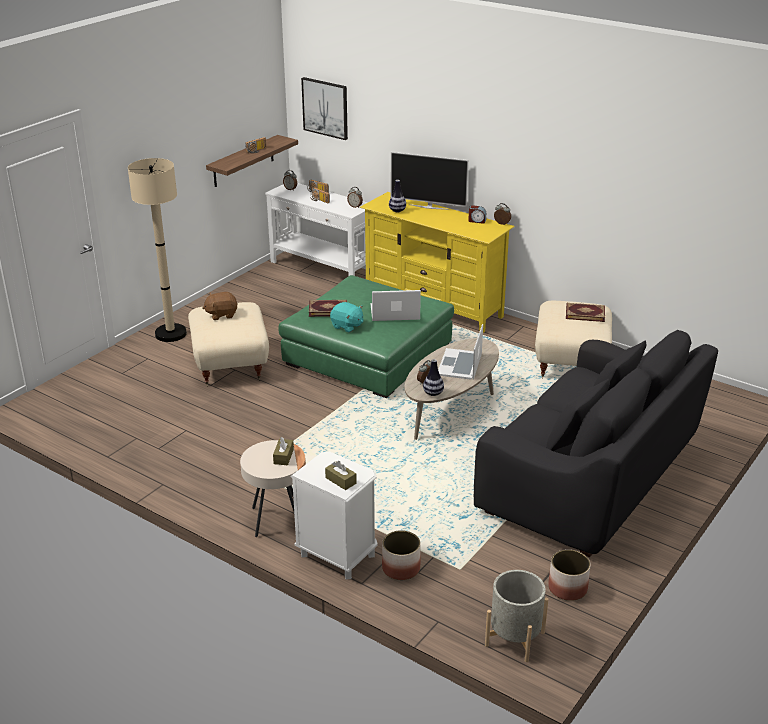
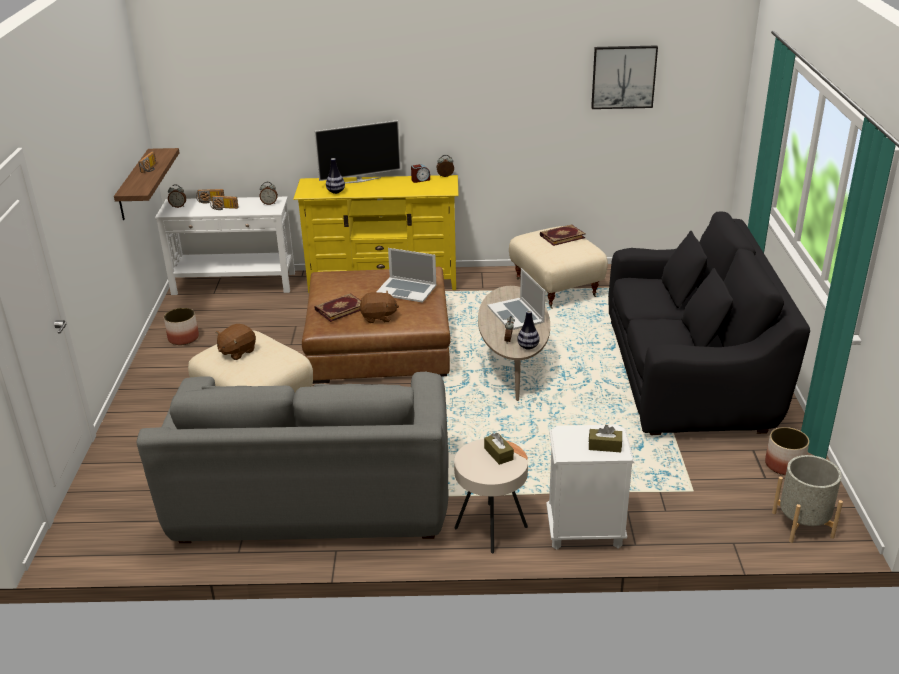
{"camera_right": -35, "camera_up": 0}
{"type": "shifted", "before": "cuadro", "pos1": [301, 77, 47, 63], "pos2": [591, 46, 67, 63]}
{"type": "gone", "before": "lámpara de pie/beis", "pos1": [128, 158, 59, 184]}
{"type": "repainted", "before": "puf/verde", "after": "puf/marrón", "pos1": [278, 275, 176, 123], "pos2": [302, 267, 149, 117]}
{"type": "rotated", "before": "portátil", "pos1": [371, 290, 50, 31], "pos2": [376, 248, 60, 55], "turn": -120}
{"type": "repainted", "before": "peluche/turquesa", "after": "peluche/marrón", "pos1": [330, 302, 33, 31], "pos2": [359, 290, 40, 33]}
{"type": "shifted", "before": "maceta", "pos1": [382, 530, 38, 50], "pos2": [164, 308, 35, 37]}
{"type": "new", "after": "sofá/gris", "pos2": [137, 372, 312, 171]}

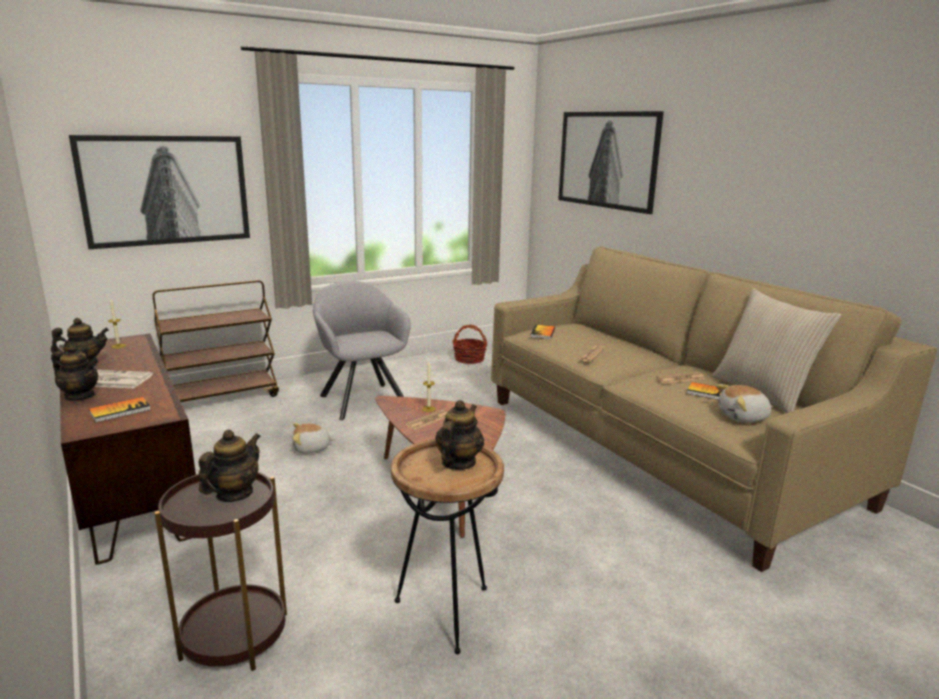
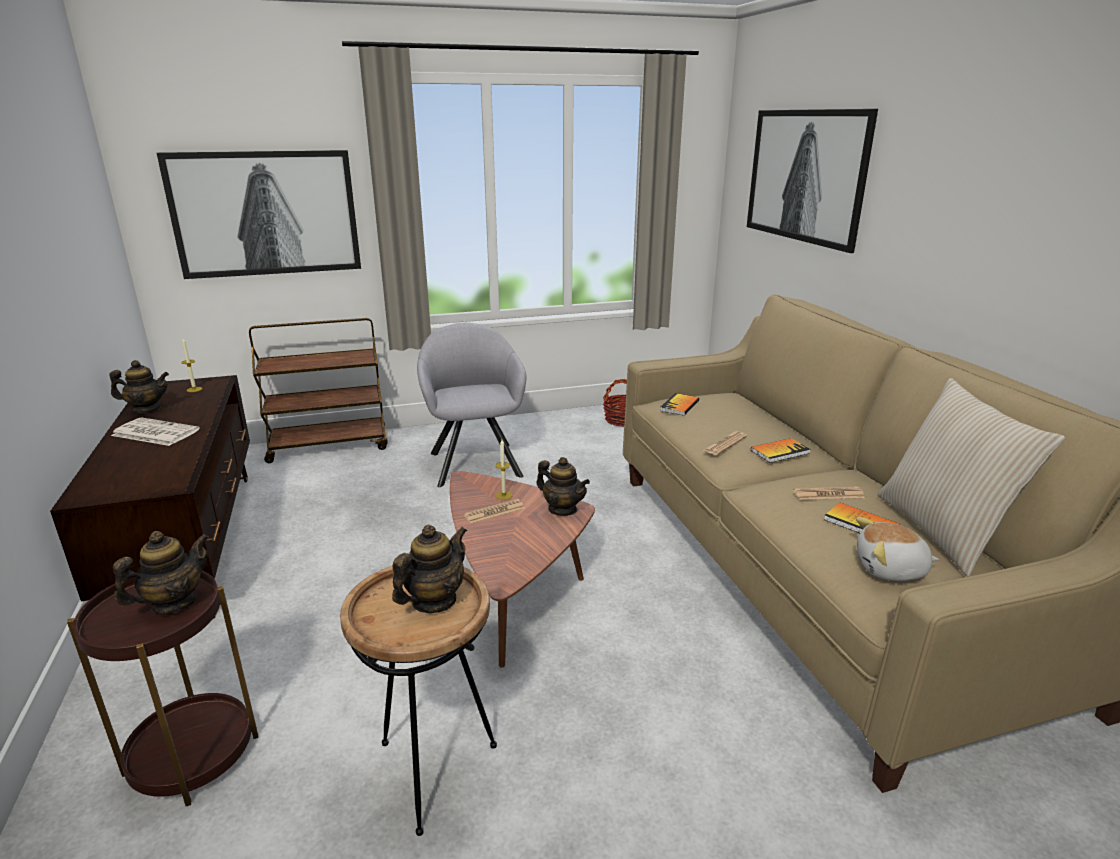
{"camera_right": 15, "camera_up": 5}
{"type": "shifted", "before": "tetera", "pos1": [51, 345, 47, 55], "pos2": [537, 457, 53, 59]}
{"type": "shifted", "before": "libro", "pos1": [89, 397, 62, 26], "pos2": [751, 438, 60, 25]}
{"type": "gone", "before": "peluche", "pos1": [292, 423, 43, 31]}

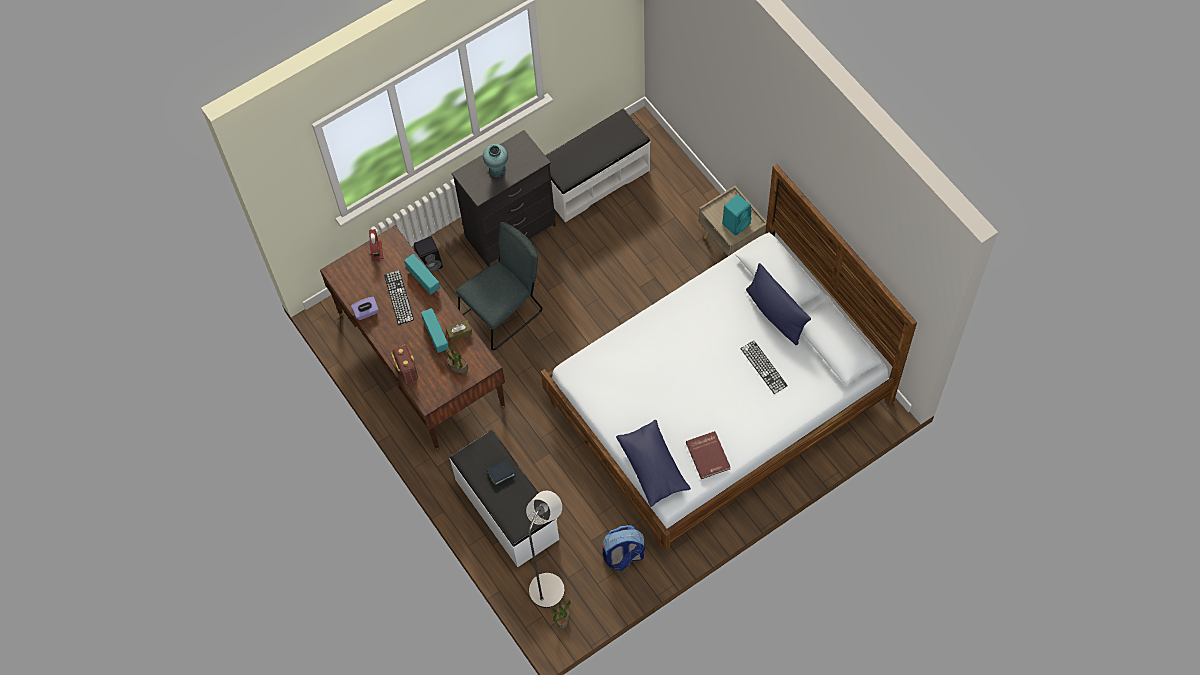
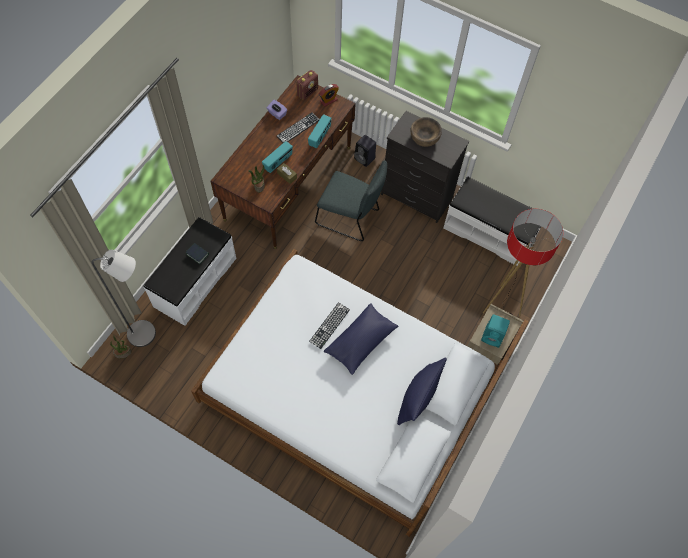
{"camera_right": 60, "camera_up": 0}
{"type": "swapped", "before": "florero/turquesa", "after": "cuenco/marrón", "pos1": [483, 144, 25, 33], "pos2": [411, 117, 31, 30]}
{"type": "shifted", "before": "teclado", "pos1": [740, 341, 48, 53], "pos2": [309, 302, 41, 47]}
{"type": "shifted", "before": "radio", "pos1": [391, 345, 27, 38], "pos2": [296, 70, 22, 30]}
{"type": "shifted", "before": "cojín/azul", "pos1": [616, 420, 75, 87], "pos2": [324, 303, 74, 72]}
{"type": "gone", "before": "libro/rojo", "pos1": [686, 431, 44, 48]}
{"type": "gone", "before": "mochila", "pos1": [602, 525, 43, 46]}
{"type": "new", "after": "lámpara de pie", "pos2": [483, 209, 80, 107]}

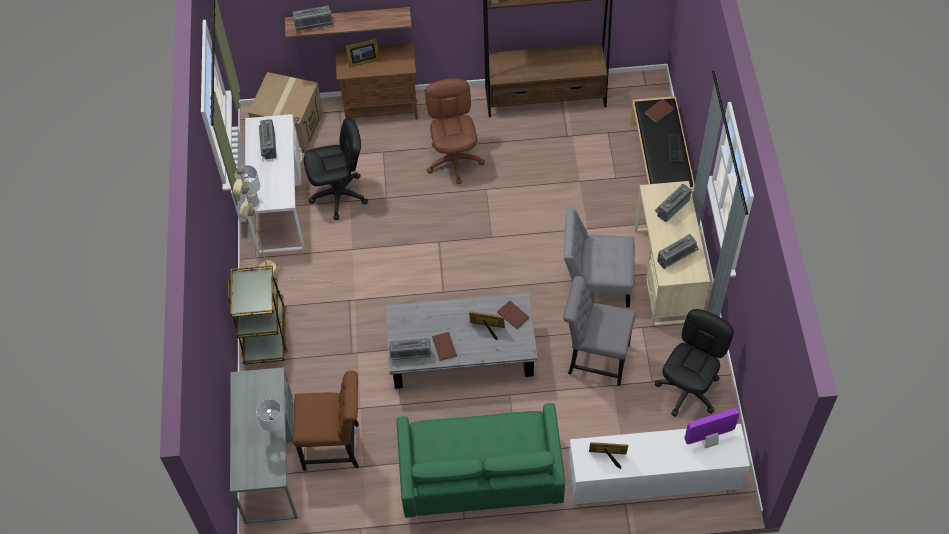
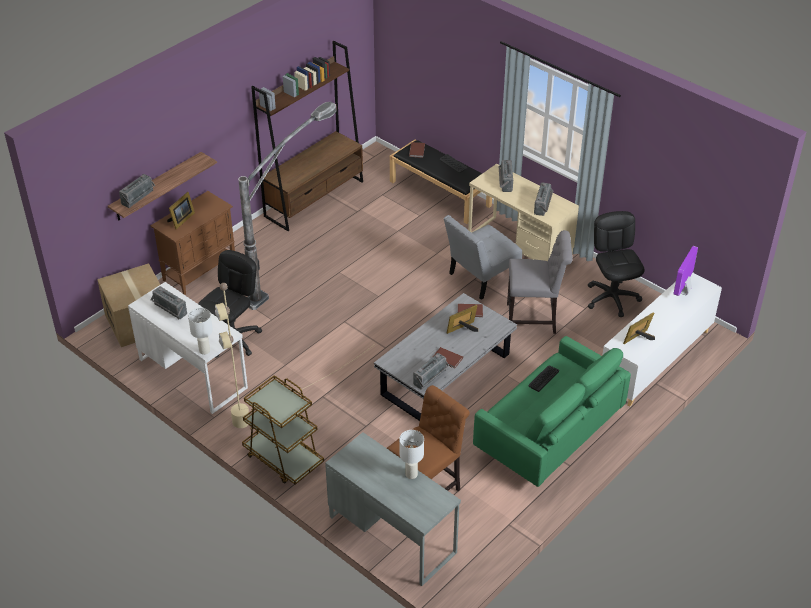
{"camera_right": -45, "camera_up": -15}
{"type": "swapped", "before": "silla de oficina/marrón", "after": "lámpara de pie", "pos1": [425, 78, 60, 106], "pos2": [238, 102, 99, 208]}
{"type": "rotated", "before": "silla/gris", "pos1": [563, 276, 73, 110], "pos2": [507, 230, 66, 104], "turn": -150}
{"type": "new", "after": "teclado", "pos2": [528, 366, 31, 26]}

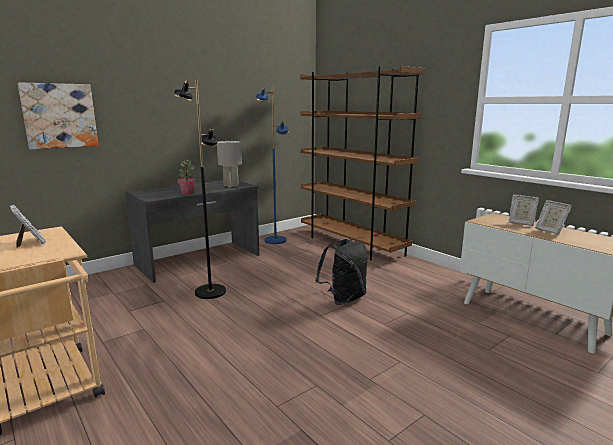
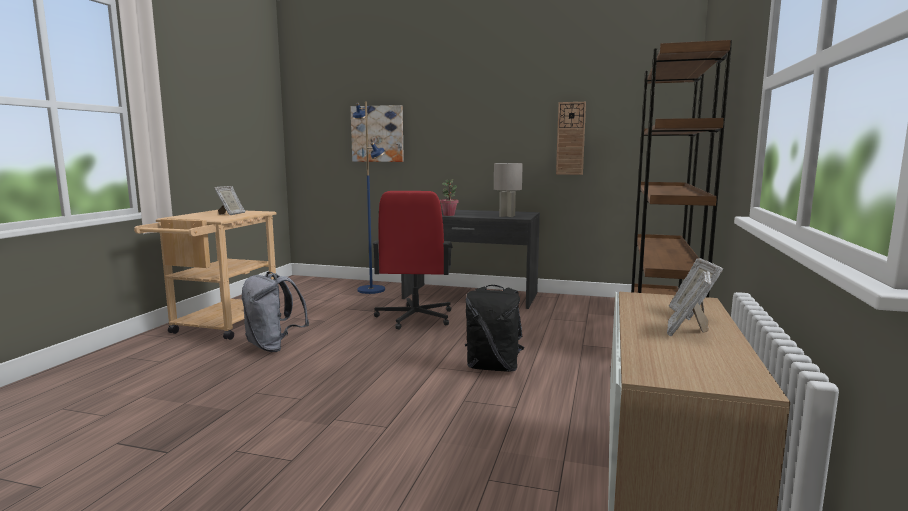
{"camera_right": 55, "camera_up": -5}
{"type": "swapped", "before": "lámpara de pie/negro", "after": "silla de oficina/rojo", "pos1": [173, 80, 53, 219], "pos2": [372, 191, 81, 139]}
{"type": "shifted", "before": "lámpara de pie/azul", "pos1": [255, 87, 34, 157], "pos2": [353, 101, 33, 193]}
{"type": "new", "after": "reloj de pared", "pos2": [556, 102, 30, 73]}
{"type": "new", "after": "mochila/gris", "pos2": [241, 272, 68, 80]}

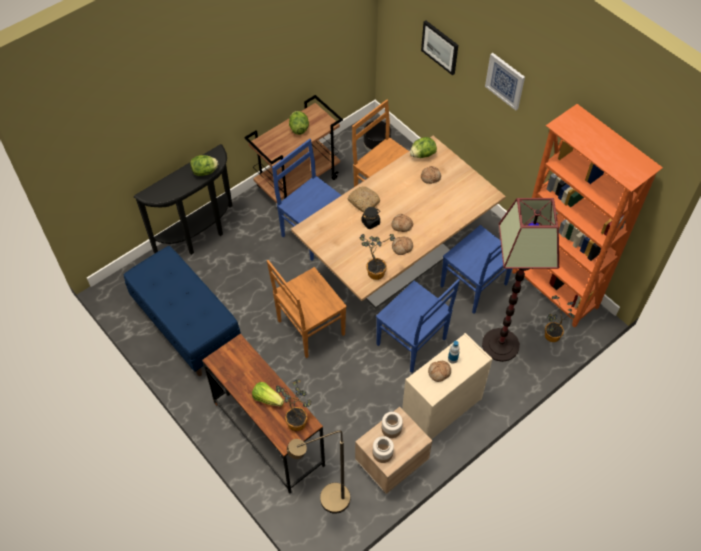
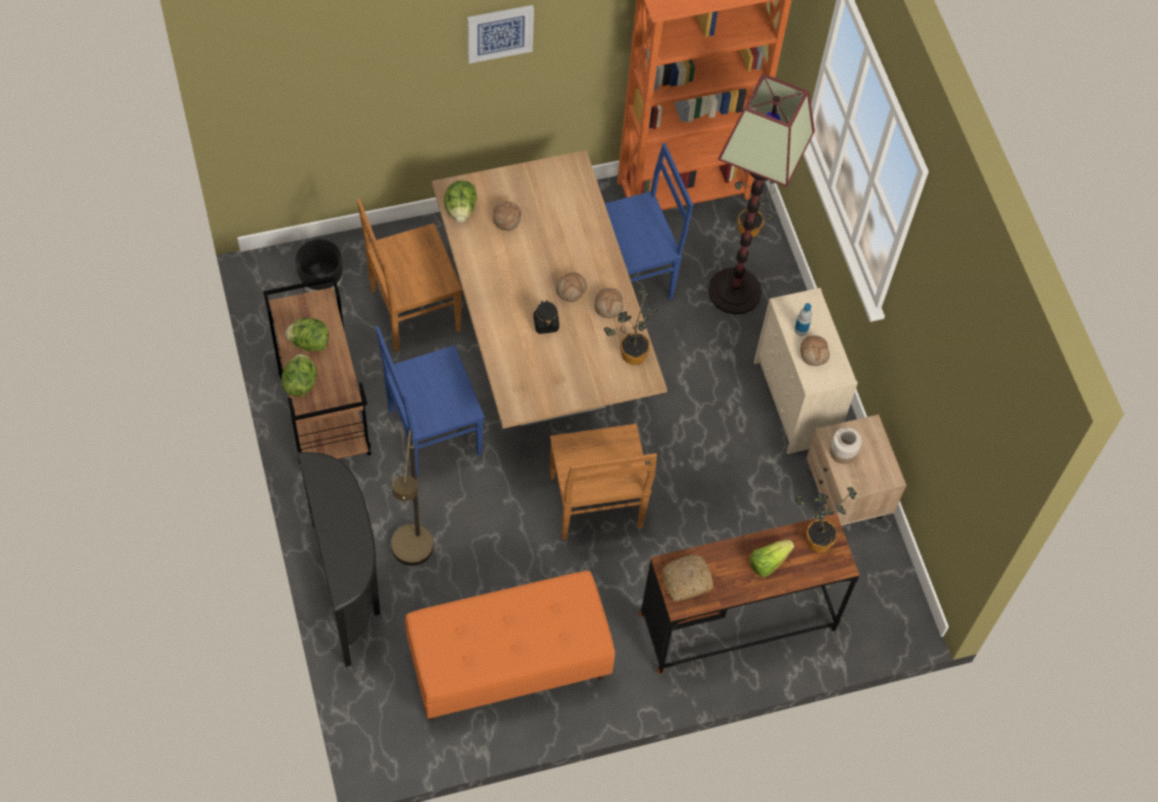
{"camera_right": -70, "camera_up": 5}
{"type": "gone", "before": "cuadro", "pos1": [421, 20, 37, 55]}
{"type": "shifted", "before": "lechuga", "pos1": [190, 155, 28, 21], "pos2": [282, 354, 35, 42]}
{"type": "shifted", "before": "pan", "pos1": [347, 186, 33, 27], "pos2": [663, 554, 50, 48]}
{"type": "repainted", "before": "banco/azul", "after": "banco/naranja", "pos1": [124, 246, 117, 130], "pos2": [405, 571, 210, 150]}
{"type": "gone", "before": "silla/azul", "pos1": [376, 279, 84, 94]}
{"type": "shifted", "before": "lámpara de pie/marrón", "pos1": [287, 430, 63, 84], "pos2": [391, 429, 43, 137]}
{"type": "gone", "before": "tarro", "pos1": [373, 436, 21, 27]}

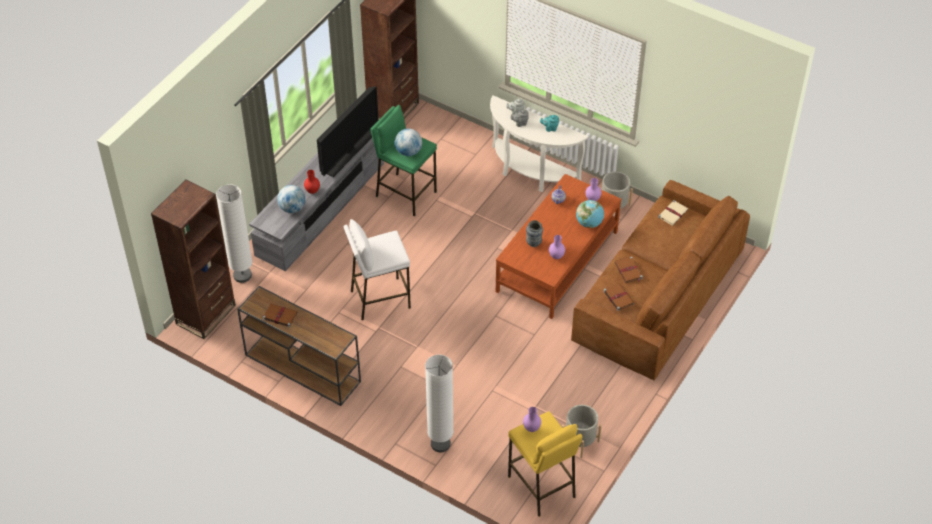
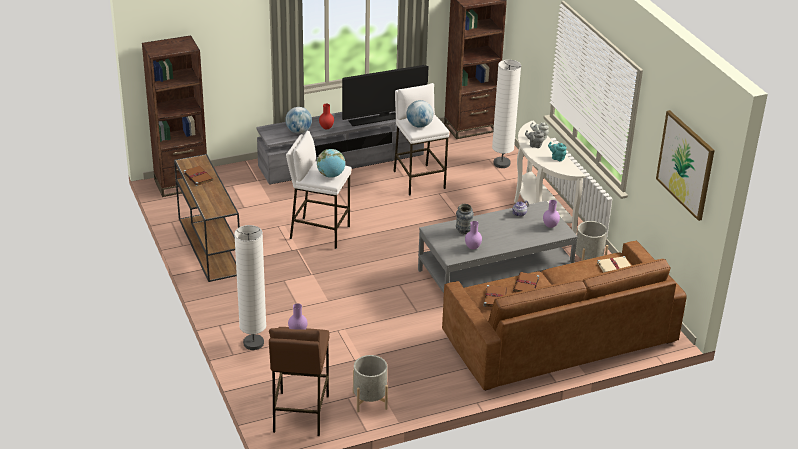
{"camera_right": 35, "camera_up": -15}
{"type": "repainted", "before": "taburete/verde", "after": "taburete/blanco", "pos1": [370, 105, 67, 112], "pos2": [393, 83, 57, 113]}
{"type": "repainted", "before": "mesa de centro/marrón", "after": "mesa de centro/gris", "pos1": [495, 174, 126, 145], "pos2": [418, 201, 160, 92]}
{"type": "shifted", "before": "lámpara de pie/blanco", "pos1": [216, 184, 36, 99], "pos2": [492, 60, 29, 108]}
{"type": "shifted", "before": "globo terráqueo", "pos1": [576, 200, 28, 28], "pos2": [317, 149, 28, 29]}
{"type": "repainted", "before": "taburete/amarillo", "after": "taburete/marrón", "pos1": [508, 411, 74, 106], "pos2": [269, 327, 61, 109]}
{"type": "new", "after": "cuadro", "pos2": [656, 110, 59, 111]}

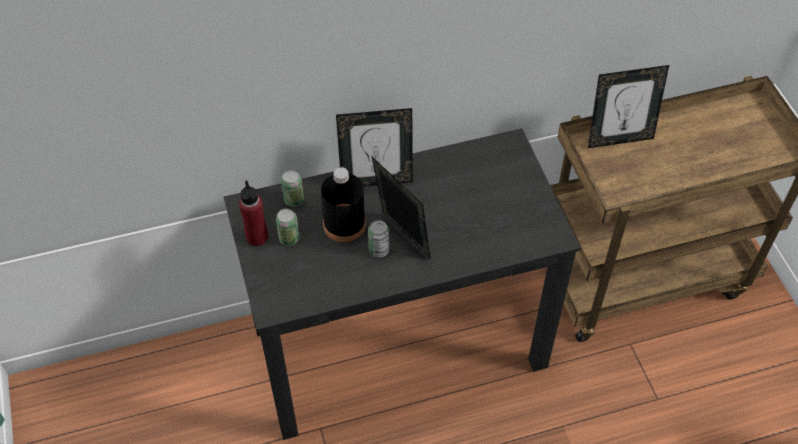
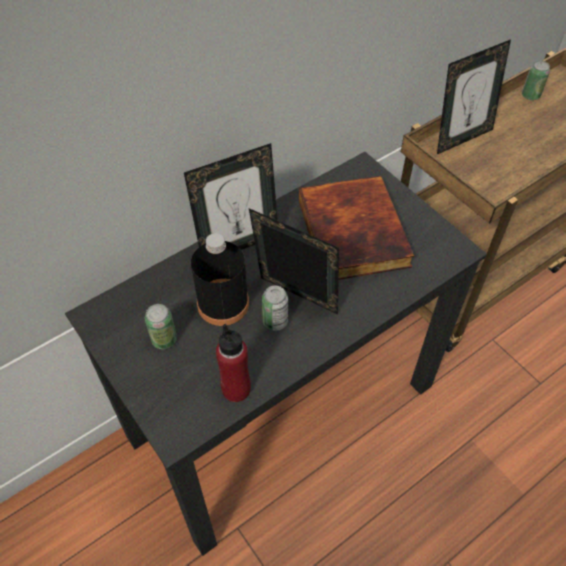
{"camera_right": -20, "camera_up": 0}
{"type": "shifted", "before": "lata", "pos1": [281, 170, 23, 37], "pos2": [522, 61, 28, 39]}
{"type": "shifted", "before": "botella/rojo", "pos1": [239, 180, 29, 66], "pos2": [216, 324, 35, 78]}
{"type": "new", "after": "libro", "pos2": [299, 176, 115, 104]}

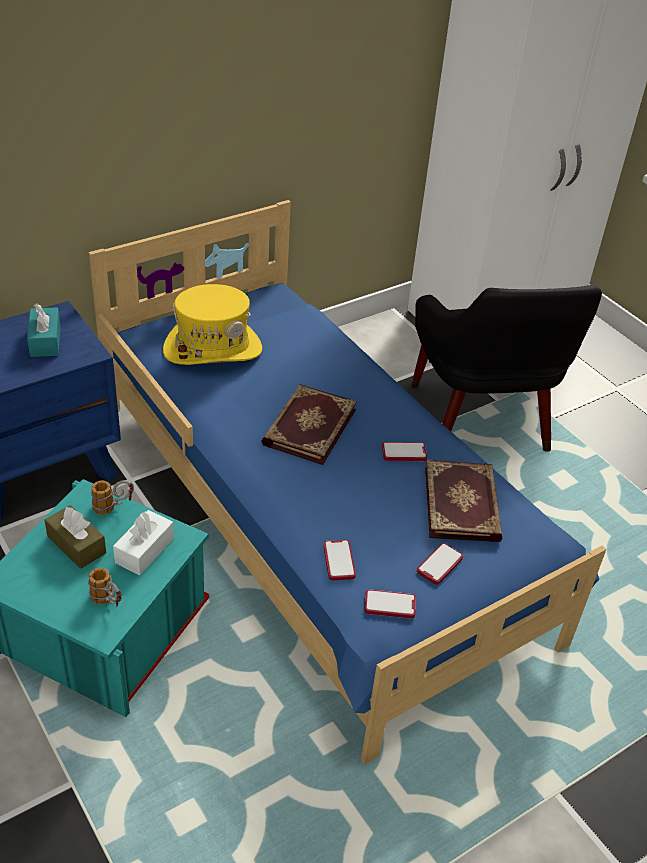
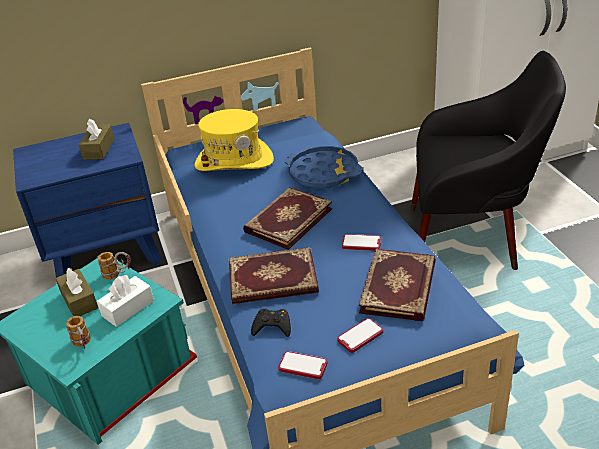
{"camera_right": 20, "camera_up": -5}
{"type": "rotated", "before": "sillón/negro", "pos1": [411, 285, 191, 167], "pos2": [410, 51, 156, 219], "turn": -90}
{"type": "repainted", "before": "caja de pañuelos/turquesa", "after": "caja de pañuelos/marrón", "pos1": [27, 304, 33, 53], "pos2": [79, 119, 36, 41]}
{"type": "swapped", "before": "móvil", "after": "mando de consola/negro", "pos1": [323, 540, 33, 40], "pos2": [251, 309, 40, 28]}
{"type": "new", "after": "bandeja/azul", "pos2": [285, 146, 78, 42]}
{"type": "new", "after": "libro", "pos2": [229, 247, 90, 57]}

